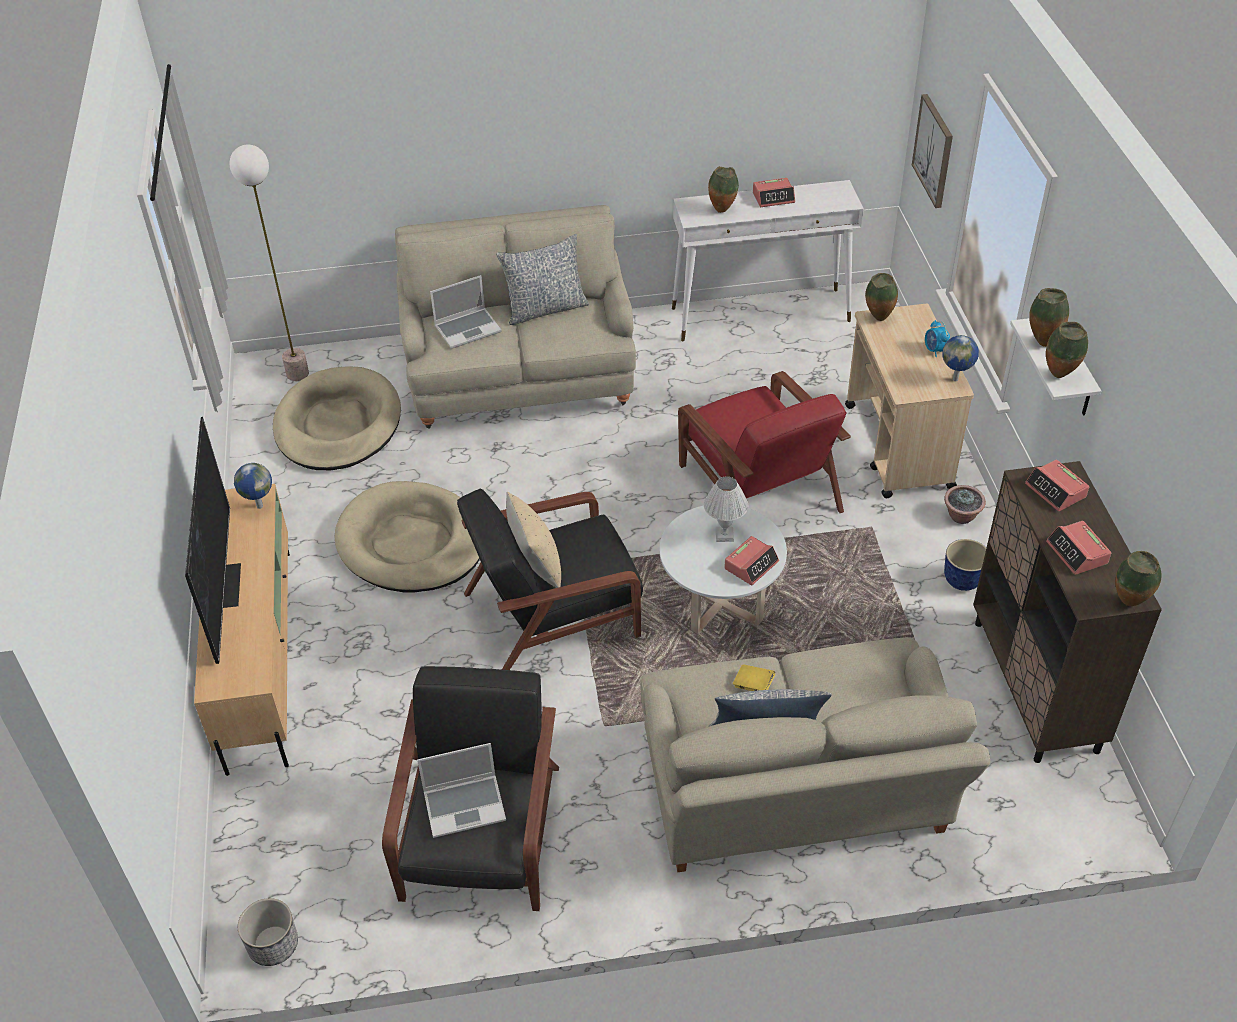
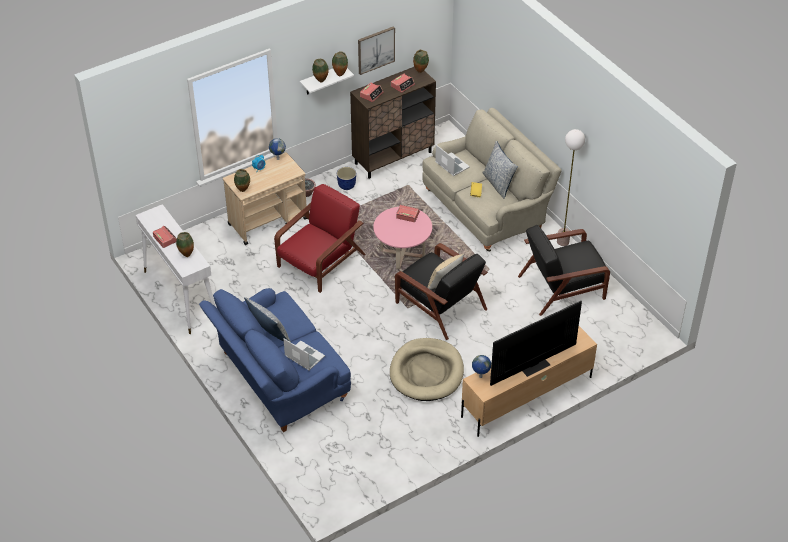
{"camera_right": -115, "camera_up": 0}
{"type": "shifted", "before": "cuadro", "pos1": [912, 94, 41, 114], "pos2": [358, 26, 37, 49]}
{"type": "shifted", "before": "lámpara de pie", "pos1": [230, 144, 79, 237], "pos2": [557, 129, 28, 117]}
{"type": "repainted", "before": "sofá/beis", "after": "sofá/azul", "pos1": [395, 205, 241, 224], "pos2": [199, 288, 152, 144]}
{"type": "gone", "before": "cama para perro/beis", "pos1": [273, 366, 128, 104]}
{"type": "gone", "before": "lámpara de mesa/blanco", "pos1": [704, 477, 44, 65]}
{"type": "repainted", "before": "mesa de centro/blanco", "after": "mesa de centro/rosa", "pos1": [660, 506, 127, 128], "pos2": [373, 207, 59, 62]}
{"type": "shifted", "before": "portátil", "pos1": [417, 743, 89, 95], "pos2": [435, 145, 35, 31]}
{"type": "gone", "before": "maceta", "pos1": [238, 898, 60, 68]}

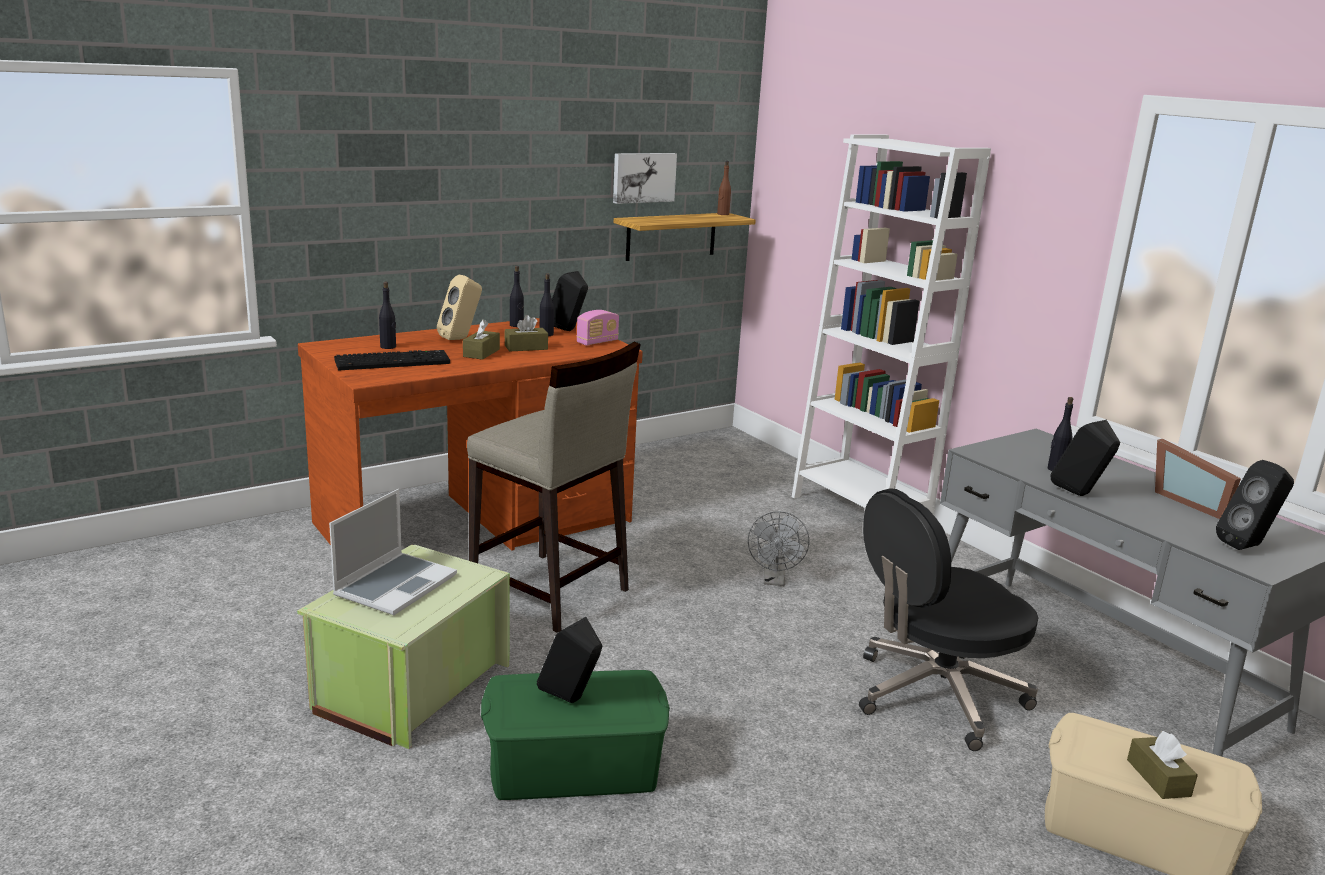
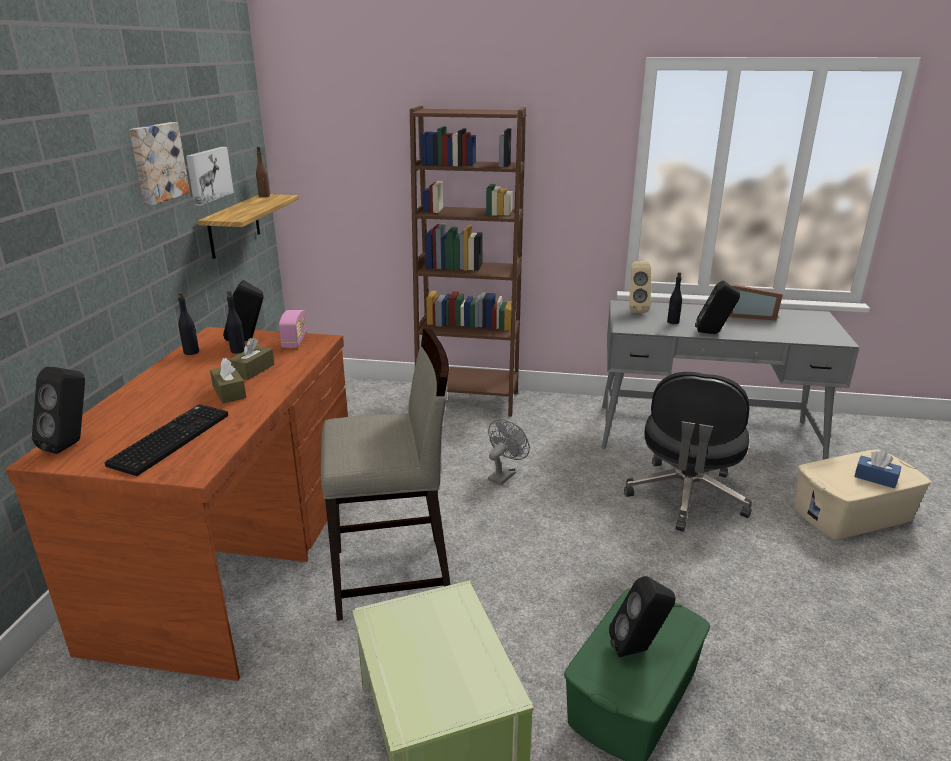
{"camera_right": -45, "camera_up": 5}
{"type": "repainted", "before": "estantería/blanco", "after": "estantería/marrón", "pos1": [792, 134, 199, 381], "pos2": [410, 106, 116, 311]}
{"type": "shifted", "before": "altavoz/beis", "pos1": [437, 275, 45, 65], "pos2": [629, 261, 22, 52]}
{"type": "gone", "before": "botella/negro", "pos1": [379, 282, 17, 67]}
{"type": "shifted", "before": "altavoz/negro", "pos1": [1216, 460, 78, 90], "pos2": [32, 367, 53, 87]}
{"type": "gone", "before": "portátil", "pos1": [329, 489, 128, 126]}
{"type": "rotated", "before": "ventilador/gris", "pos1": [748, 511, 61, 75], "pos2": [488, 419, 42, 66], "turn": -105}
{"type": "repainted", "before": "caja de pañuelos/marrón", "after": "caja de pañuelos/azul", "pos1": [1127, 731, 71, 68], "pos2": [854, 451, 47, 37]}
{"type": "new", "after": "cuadro", "pos2": [129, 122, 61, 84]}

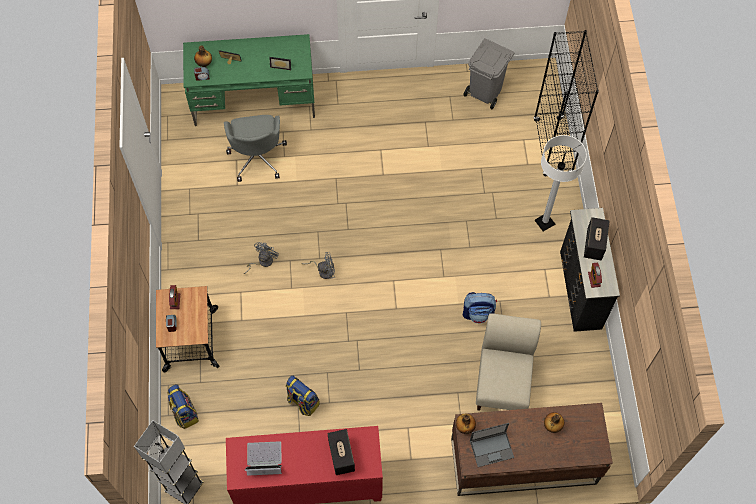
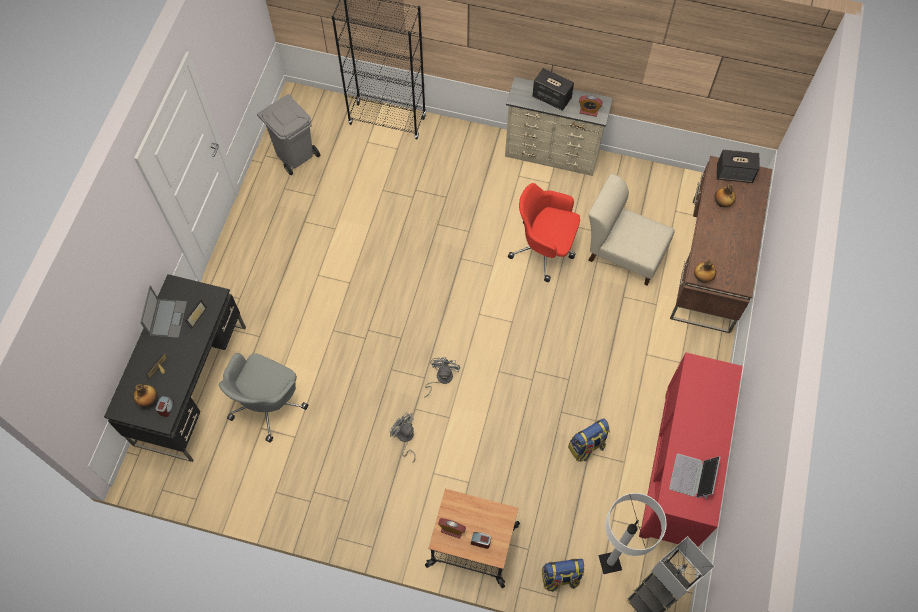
{"camera_right": -70, "camera_up": 0}
{"type": "repainted", "before": "escritorio/verde", "after": "escritorio/negro", "pos1": [183, 34, 132, 92], "pos2": [104, 274, 142, 188]}
{"type": "rotated", "before": "silla de oficina/gris", "pos1": [224, 115, 63, 67], "pos2": [219, 353, 89, 90], "turn": 105}
{"type": "shifted", "before": "lámpara de pie/blanco", "pos1": [535, 135, 52, 96], "pos2": [599, 493, 68, 81]}
{"type": "repainted", "before": "cómoda/negro", "after": "cómoda/beis", "pos1": [560, 208, 60, 124], "pos2": [505, 77, 108, 99]}
{"type": "swapped", "before": "mochila", "after": "silla de oficina/rojo", "pos1": [463, 292, 34, 31], "pos2": [508, 183, 72, 99]}
{"type": "shifted", "before": "portátil", "pos1": [470, 423, 44, 44], "pos2": [140, 286, 47, 52]}
{"type": "shifted", "before": "altavoz", "pos1": [327, 429, 28, 46], "pos2": [717, 149, 42, 34]}

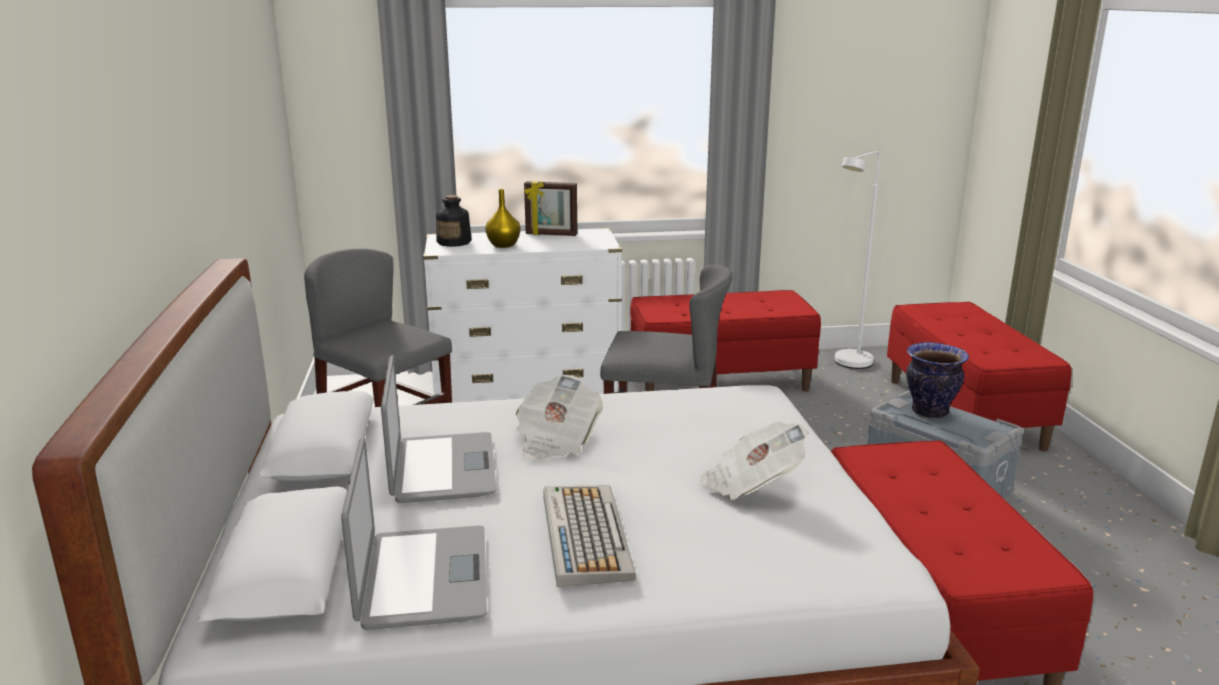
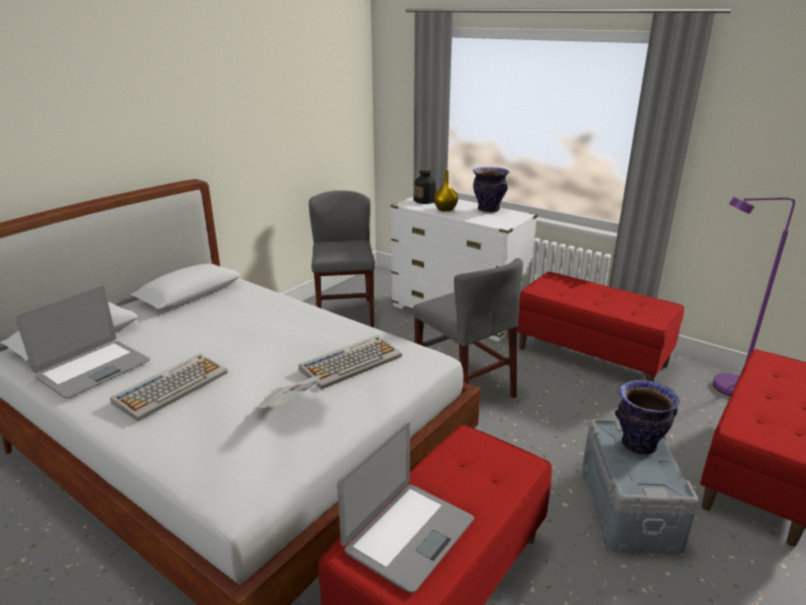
{"camera_right": 45, "camera_up": 5}
{"type": "repainted", "before": "lámpara de pie/blanco", "after": "lámpara de pie/morado", "pos1": [835, 151, 45, 218], "pos2": [713, 197, 82, 199]}
{"type": "swapped", "before": "portarretratos", "after": "florero", "pos1": [524, 181, 53, 55], "pos2": [473, 167, 36, 46]}
{"type": "shifted", "before": "portátil", "pos1": [381, 355, 115, 148], "pos2": [337, 422, 137, 171]}
{"type": "gone", "before": "periódico", "pos1": [516, 375, 87, 84]}
{"type": "new", "after": "teclado", "pos2": [299, 335, 103, 54]}

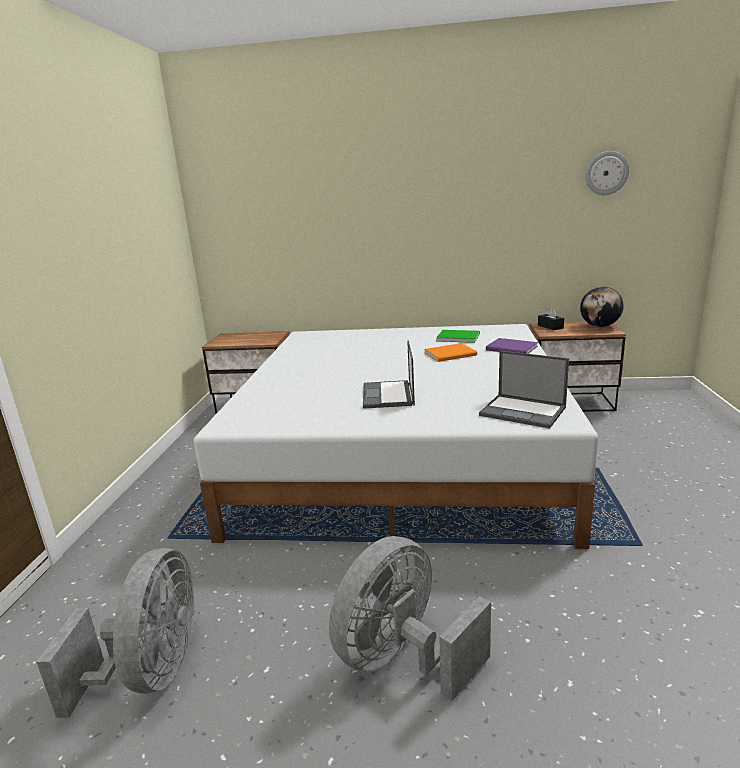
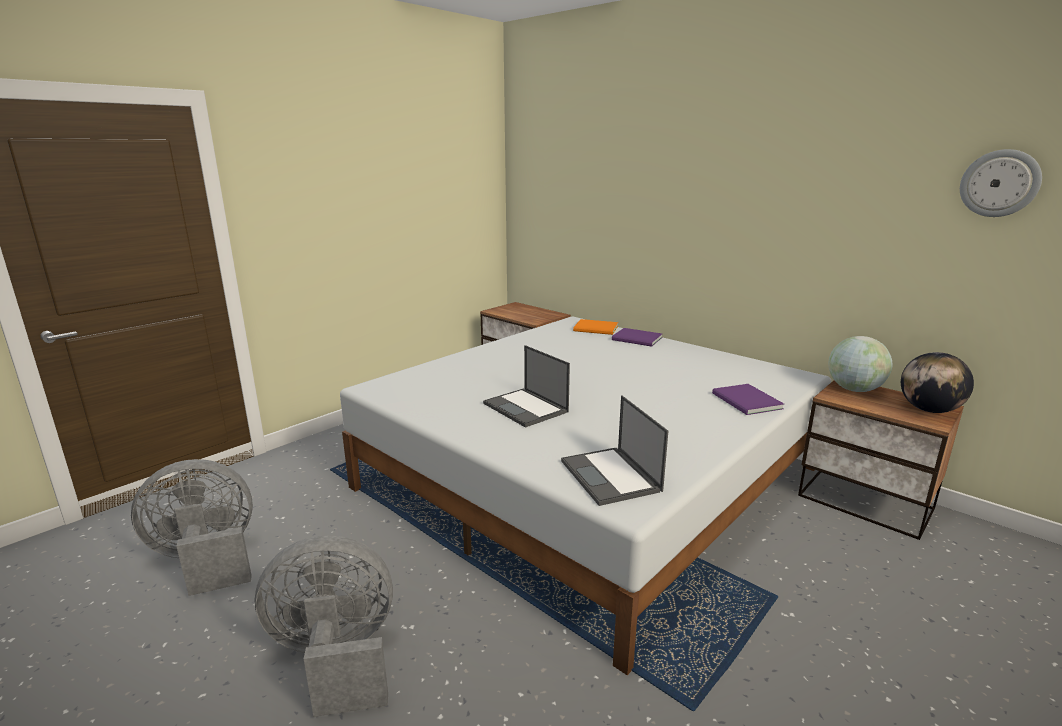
{"camera_right": 35, "camera_up": 0}
{"type": "swapped", "before": "caja de pañuelos/negro", "after": "globo terráqueo", "pos1": [538, 307, 26, 23], "pos2": [828, 336, 65, 56]}
{"type": "gone", "before": "libro/verde", "pos1": [436, 330, 44, 13]}
{"type": "rotated", "before": "portátil", "pos1": [363, 340, 52, 69], "pos2": [483, 345, 87, 83], "turn": -75}
{"type": "shifted", "before": "libro/naranja", "pos1": [424, 343, 53, 19], "pos2": [573, 319, 45, 16]}
{"type": "rotated", "before": "ventilador/gris", "pos1": [36, 548, 159, 170], "pos2": [131, 459, 122, 137], "turn": -150}
{"type": "new", "after": "libro/morado", "pos2": [612, 328, 50, 19]}

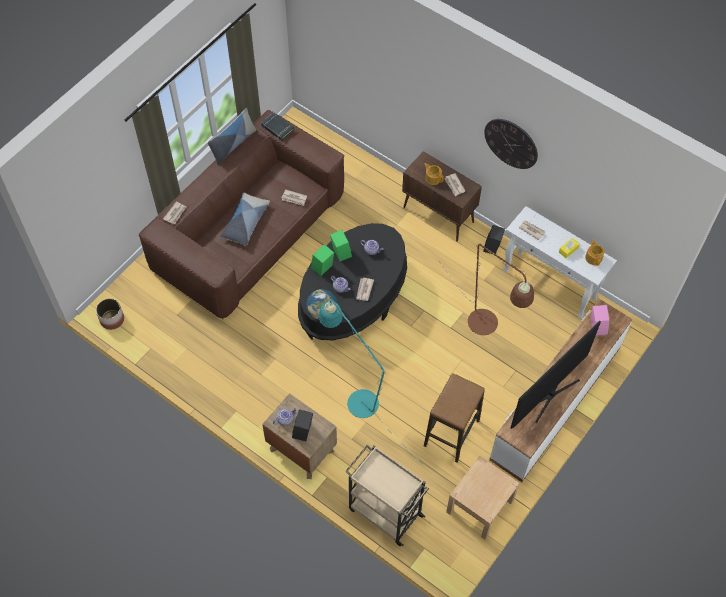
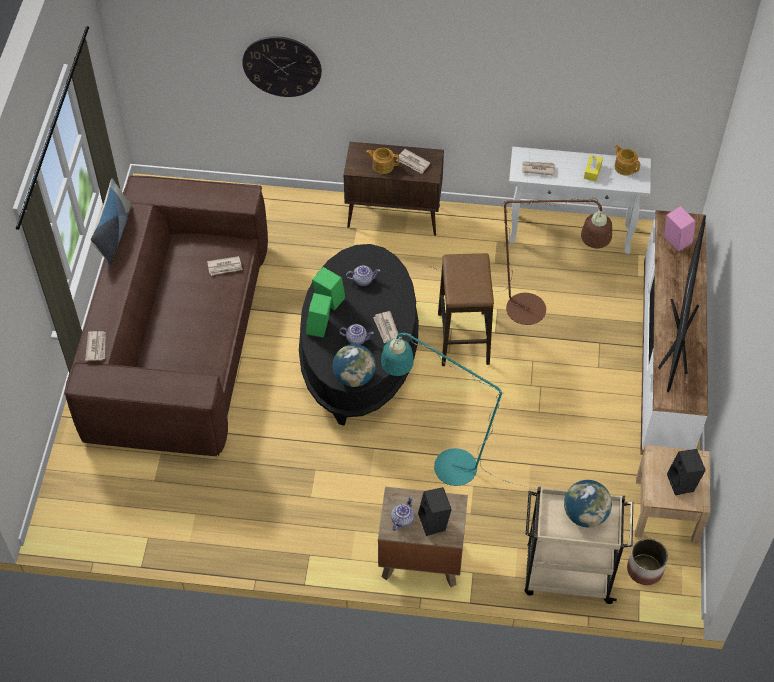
{"camera_right": -30, "camera_up": -5}
{"type": "gone", "before": "libro/negro", "pos1": [261, 112, 33, 29]}
{"type": "shifted", "before": "reloj de pared", "pos1": [484, 119, 54, 50], "pos2": [242, 36, 80, 61]}
{"type": "gone", "before": "cojín", "pos1": [220, 193, 50, 53]}
{"type": "shifted", "before": "altavoz/negro", "pos1": [483, 225, 22, 29], "pos2": [667, 449, 39, 46]}
{"type": "shifted", "before": "maceta", "pos1": [96, 298, 28, 32], "pos2": [627, 538, 41, 47]}
{"type": "shifted", "before": "taburete", "pos1": [424, 373, 61, 90], "pos2": [438, 253, 56, 113]}
{"type": "new", "after": "globo terráqueo", "pos2": [564, 480, 48, 47]}

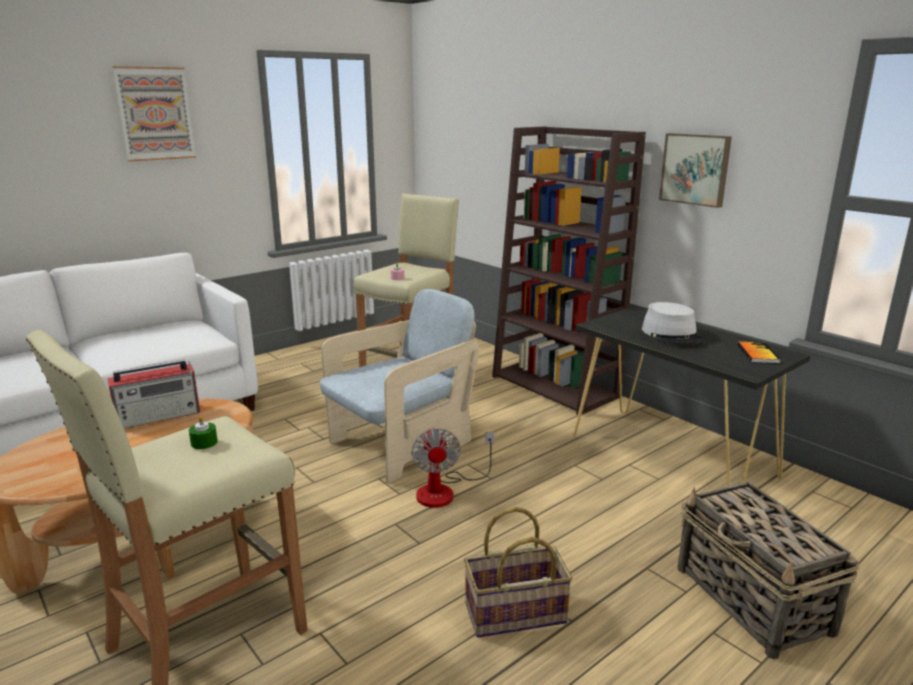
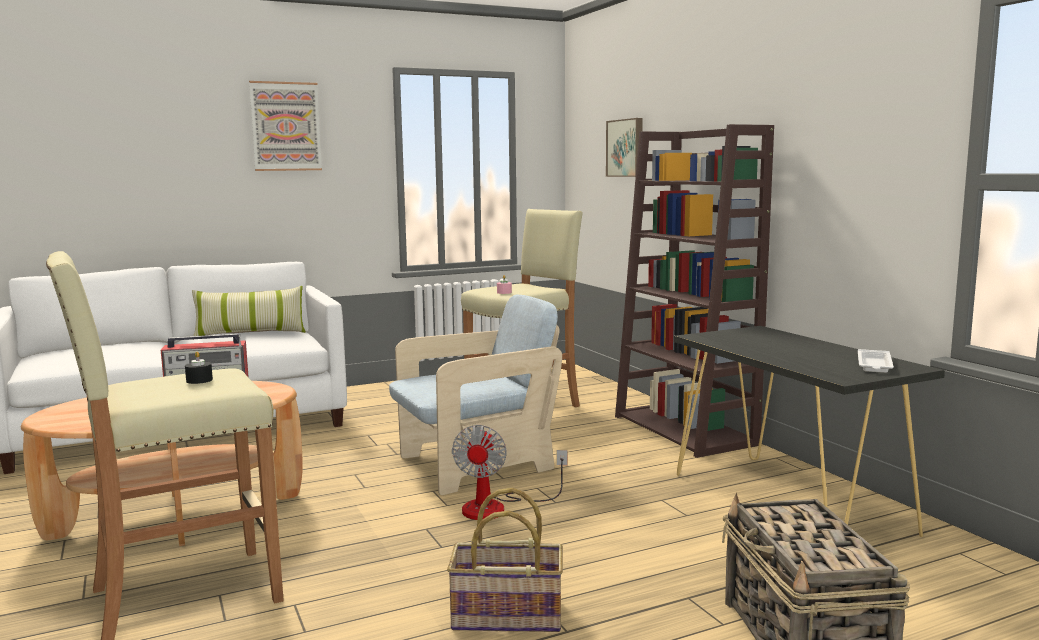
{"camera_right": 15, "camera_up": -10}
{"type": "shifted", "before": "cuadro", "pos1": [659, 133, 73, 75], "pos2": [606, 118, 37, 59]}
{"type": "gone", "before": "sombrero/gris", "pos1": [642, 302, 63, 42]}
{"type": "swapped", "before": "libro", "after": "bandeja/blanco", "pos1": [737, 342, 44, 21], "pos2": [858, 349, 36, 24]}
{"type": "repainted", "before": "vela/verde", "after": "vela/negro", "pos1": [189, 416, 29, 33], "pos2": [185, 351, 28, 33]}
{"type": "new", "after": "cojín", "pos2": [192, 286, 113, 54]}

